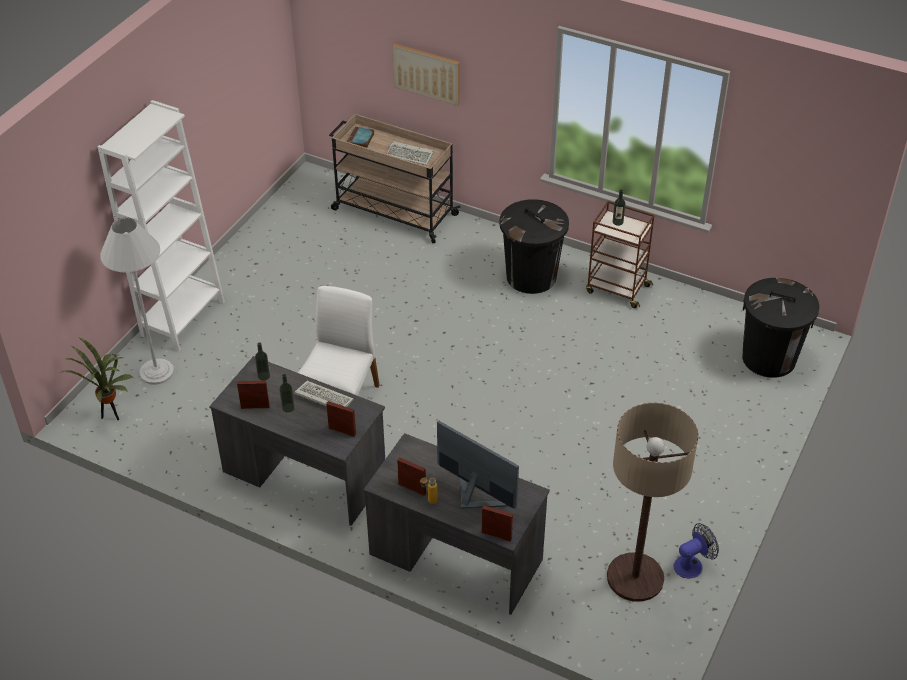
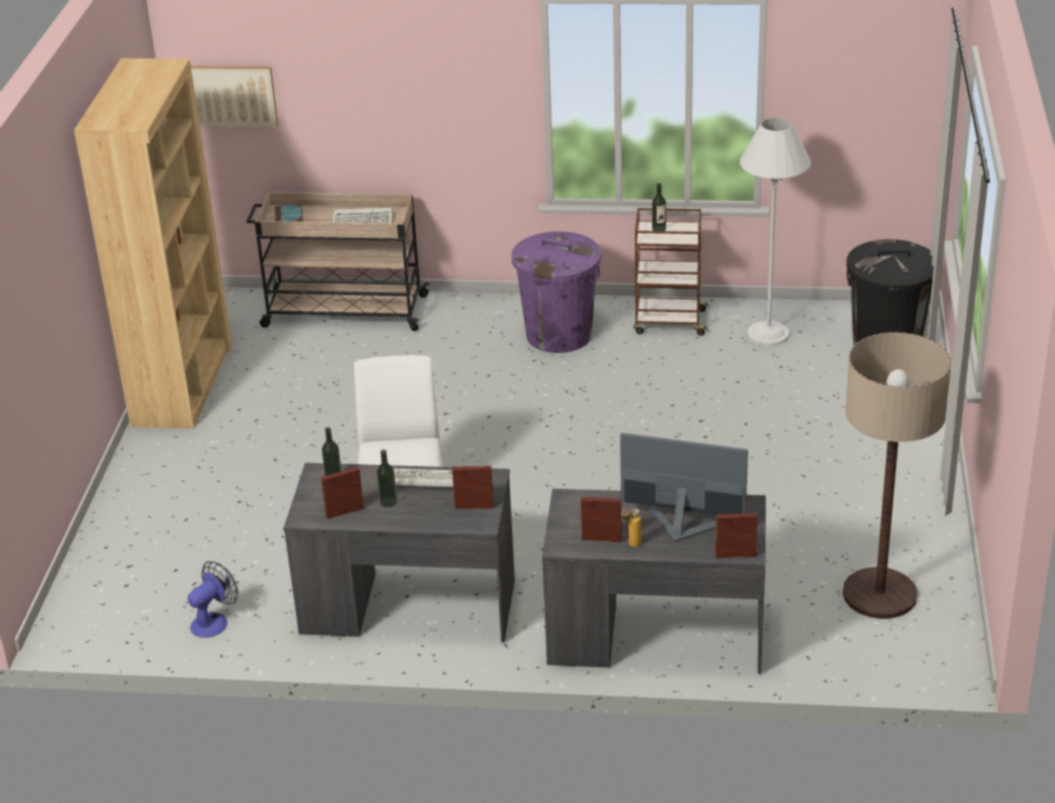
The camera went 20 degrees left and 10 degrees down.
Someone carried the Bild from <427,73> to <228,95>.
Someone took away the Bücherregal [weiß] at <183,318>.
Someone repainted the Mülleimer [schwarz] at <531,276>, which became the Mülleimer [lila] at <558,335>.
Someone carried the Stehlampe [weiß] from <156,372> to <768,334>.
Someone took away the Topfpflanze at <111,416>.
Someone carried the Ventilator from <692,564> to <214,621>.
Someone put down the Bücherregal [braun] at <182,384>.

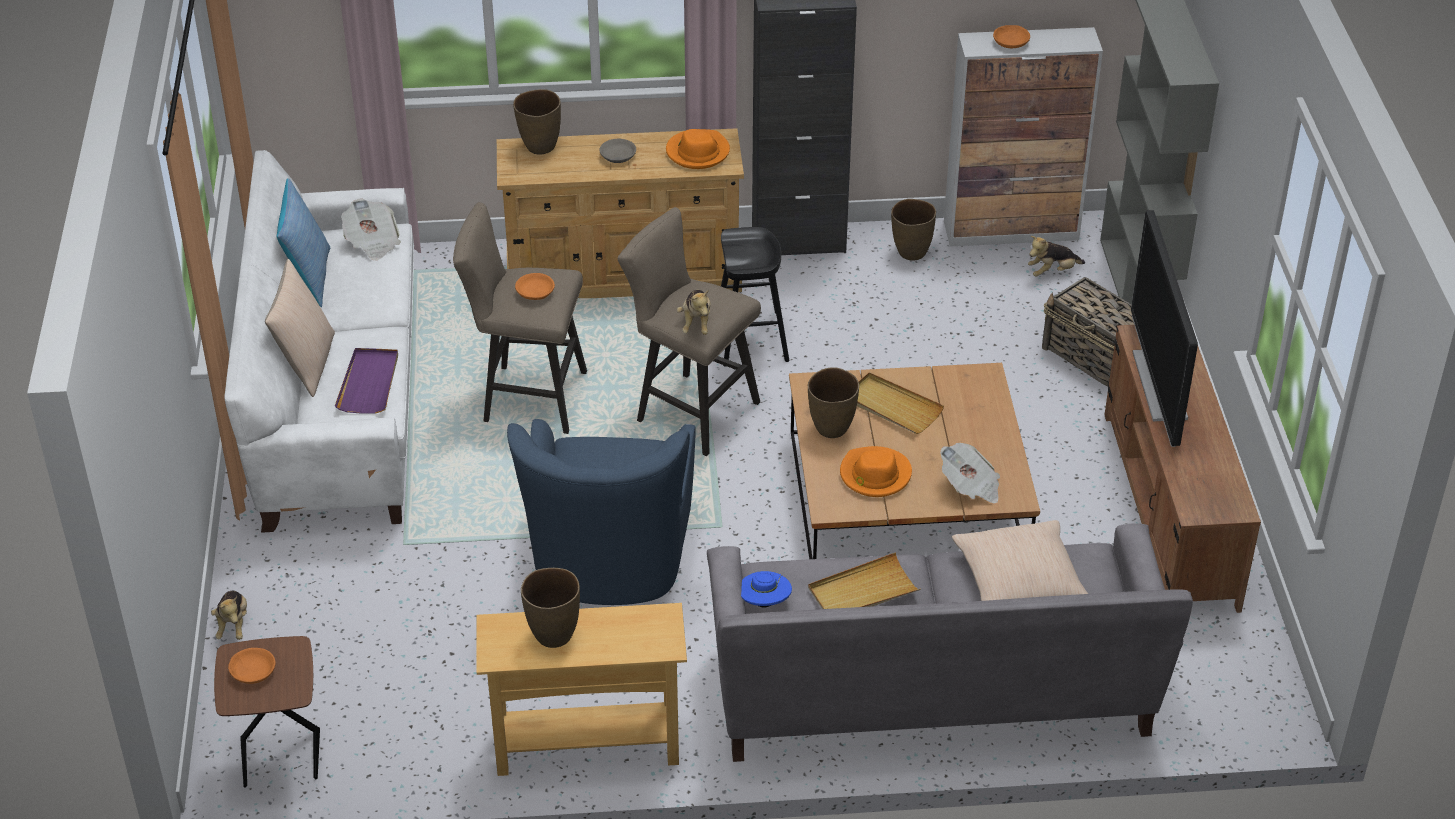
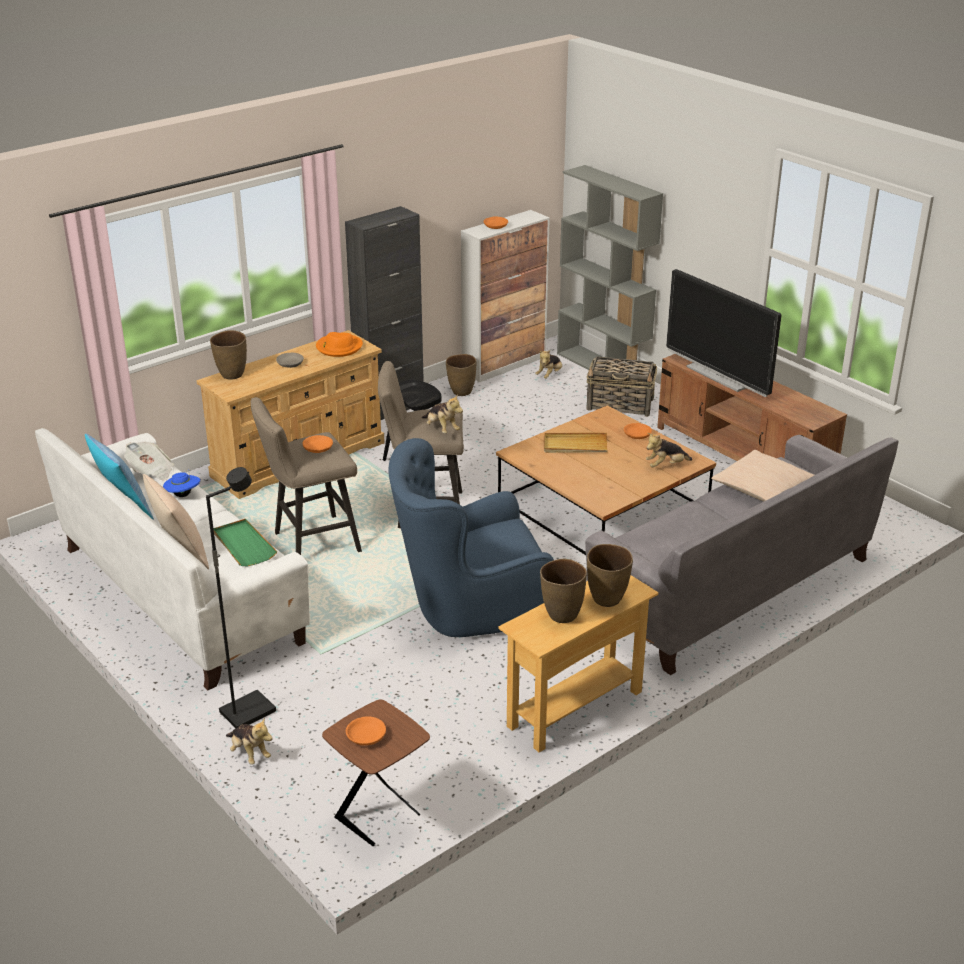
The camera went 35 degrees left and 10 degrees down.
Someone repainted the Tablett [lila] at <369,383>, which became the Tablett [grün] at <243,545>.
Someone carried the Vase [braun] from <832,429> to <607,599>.
Someone rotated the Sessel [blau] at <609,562> by 105 degrees clockwise.
Someone swapped the Zeitung at <970,486> for the Plüschtier at <666,465>.
Someone took away the Hut [orange] at <874,475>.
Someone took away the Tablett [beige] at <862,591>.
Someone carried the Hut [blau] from <764,602> to <183,495>.
Someone put down the Schüssel [orange] at <636,435>.
Someone put down the Stehlampe [schwarz] at <247,711>.

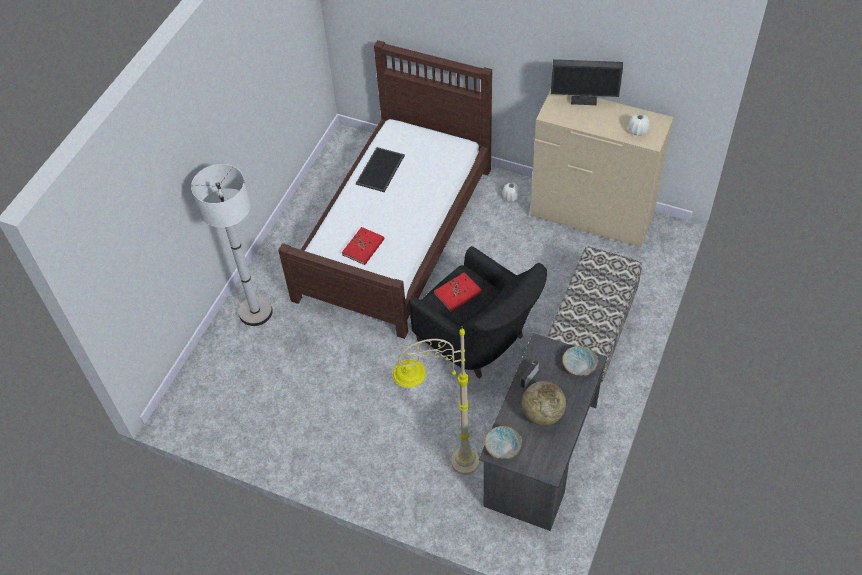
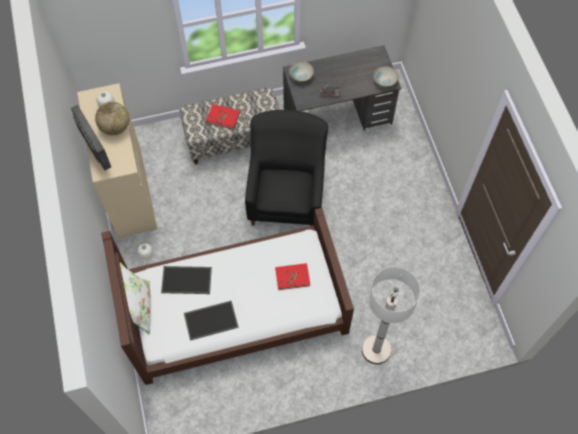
The camera went 130 degrees left and 10 degrees up.
Someone carried the Buch [rot] from <457,293> to <223,117>.
Someone took away the Stehlampe [beige] at <441,467>.
Someone carried the Globus from <542,414> to <115,127>.
Someone put down the Kissen [weiß] at <139,308>.
Someone put down the Tablett at <187,279>.

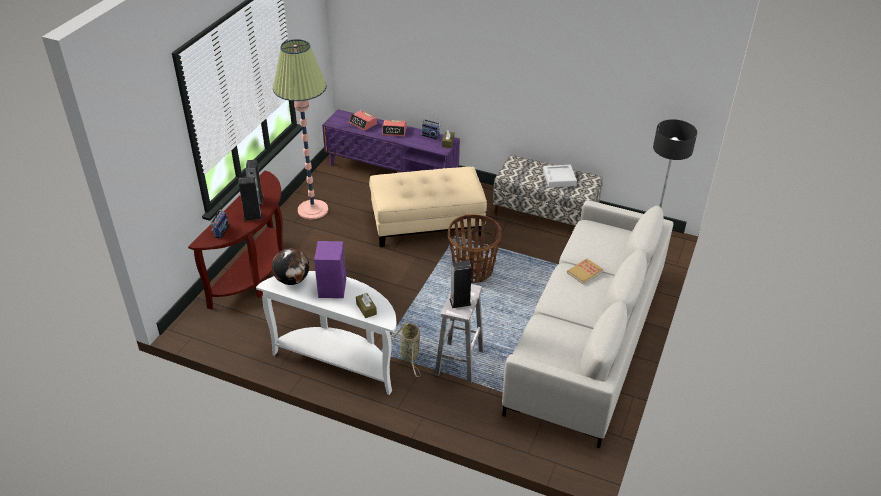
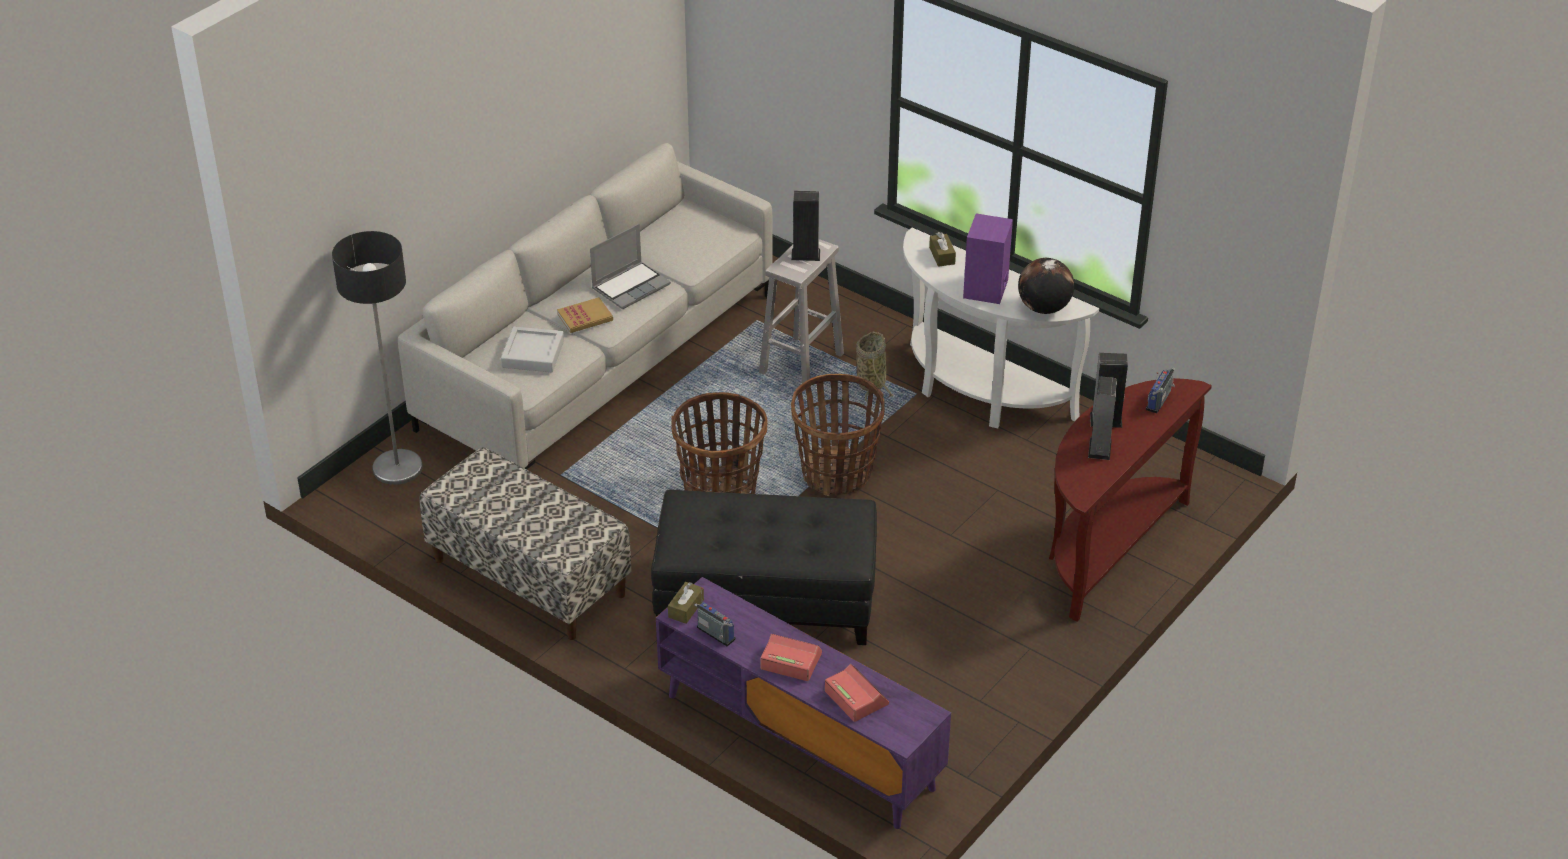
The camera went 165 degrees left and 0 degrees up.
Someone took away the Stehlampe at <313,210>.
Someone carried the Tablett [grau] from <559,178> to <533,354>.
Someone repainted the Polsterhocker [beige] at <427,223>, which became the Polsterhocker [schwarz] at <766,597>.
Someone put down the Laptop at <631,286>.
Someone put down the Korb at <836,473>.

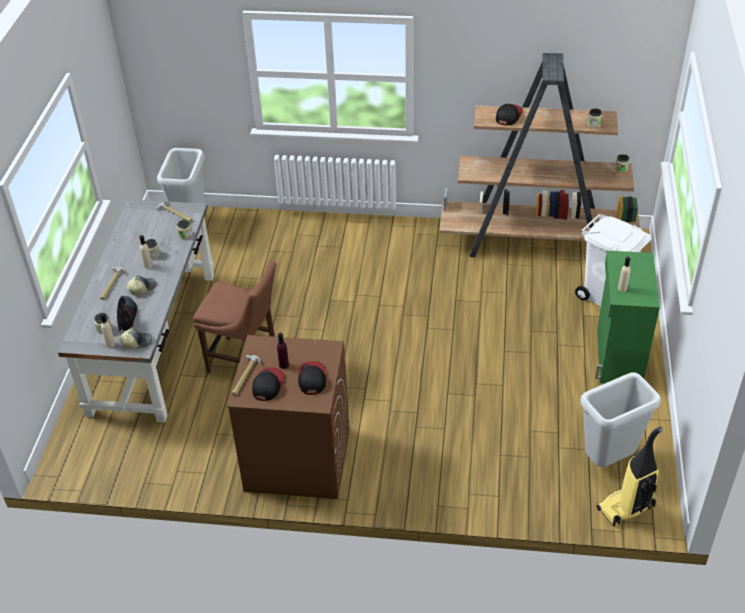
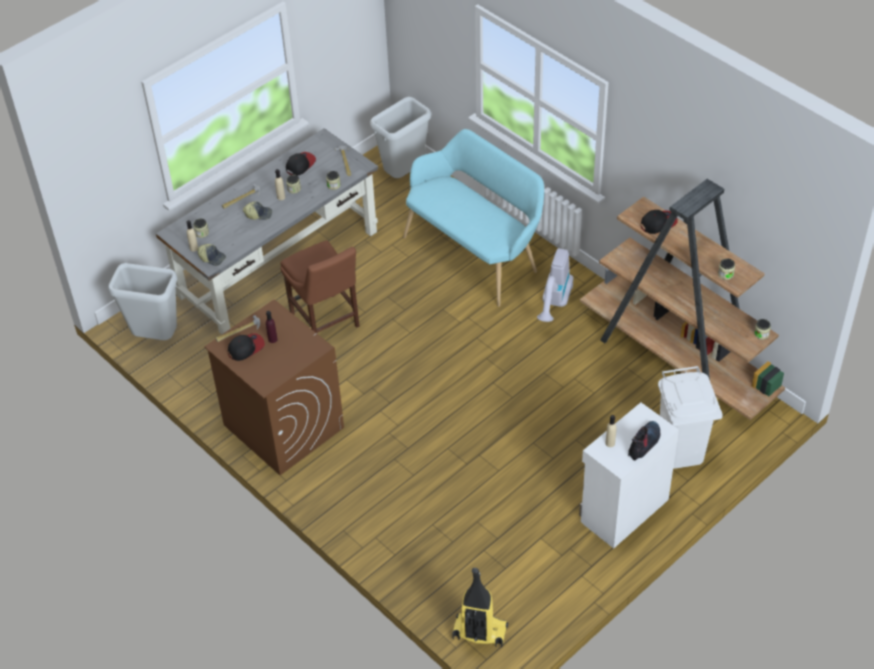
The camera went 40 degrees right and 5 degrees up.
Someone repainted the Schrank [grün] at <617,357>, which became the Schrank [weiß] at <623,510>.
Someone carried the Stiefel from <127,317> to <644,444>.
Someone carried the Kappe from <312,379> to <300,165>.
Someone carried the Mülleimer [grau] from <608,461> to <155,338>.
Someone put down the Bank [türkis] at <475,253>.
Someone put down the Staubsauger at <554,304>.

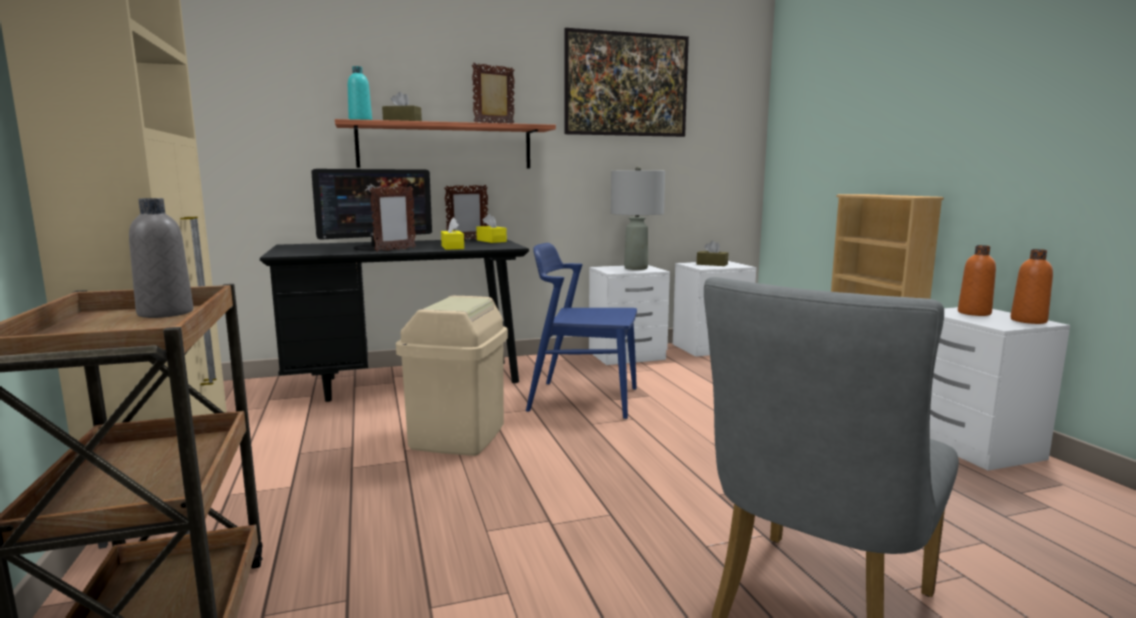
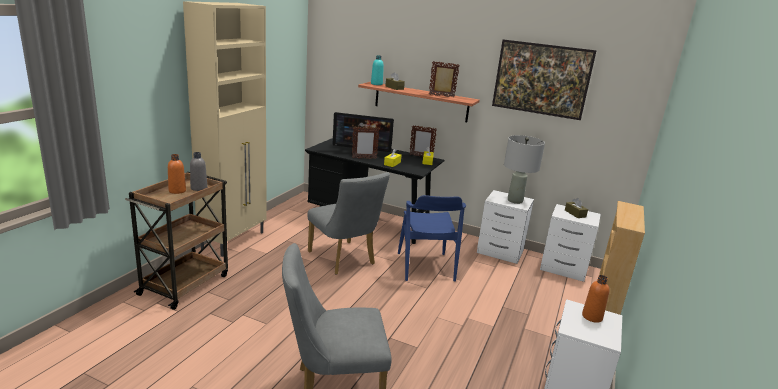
The camera went 40 degrees right and 10 degrees up.
Someone rotated the Stuhl [blau] at <583,399> by 150 degrees counterclockwise.
Someone carried the Flasche [orange] from <1028,321> to <177,191>.
Someone swapped the Mülleimer [beige] at <458,437> for the Stuhl [grau] at <344,260>.

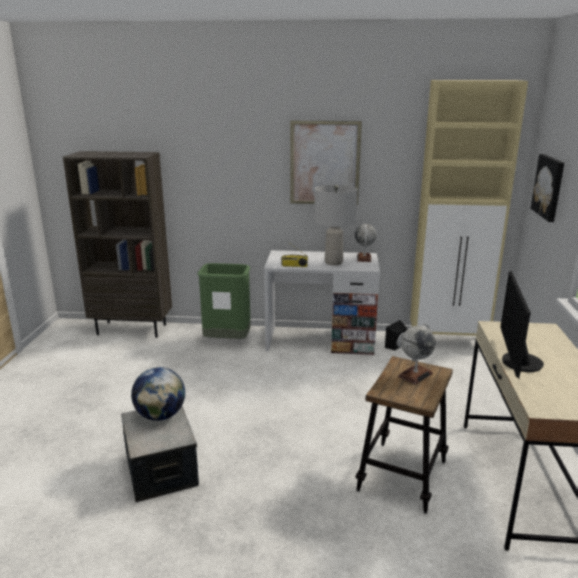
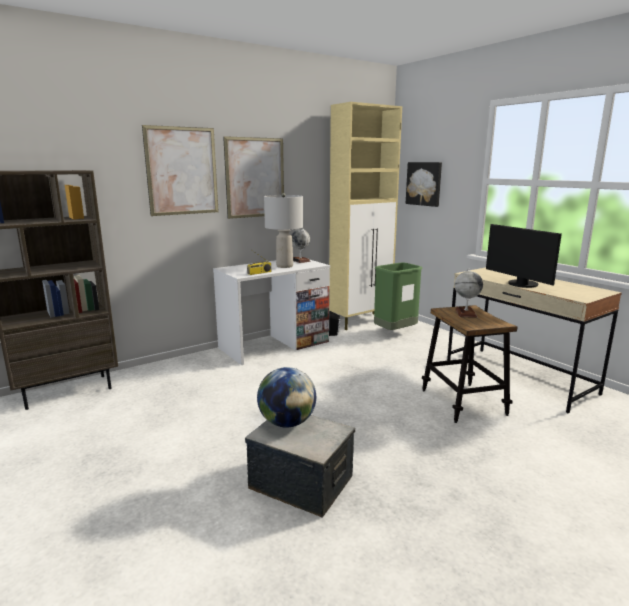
The camera went 40 degrees left and 5 degrees down.
Someone carried the Mülleimer [grün] from <227,341> to <395,333>.
Someone put up the Bild at <182,171>.

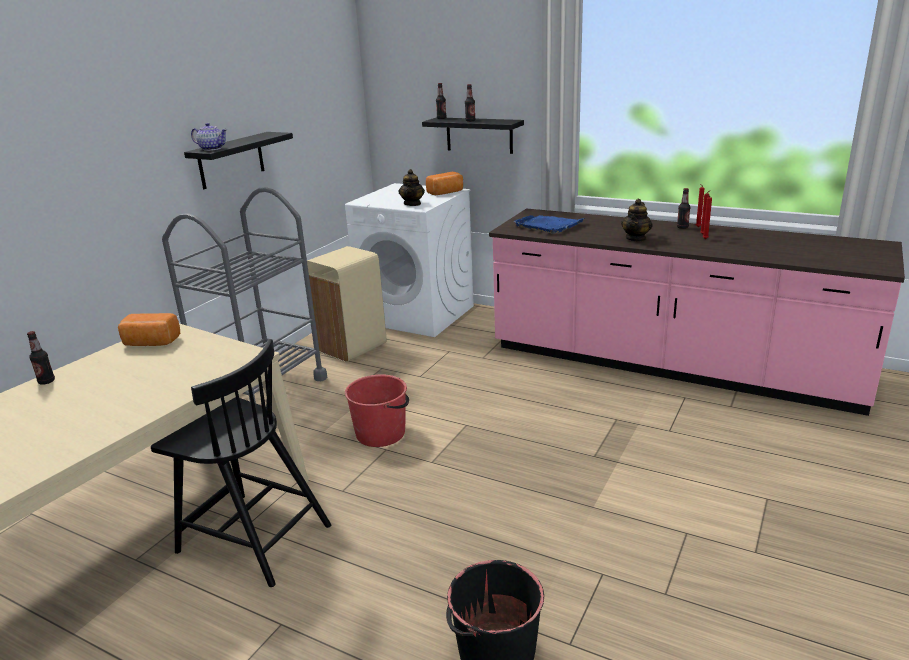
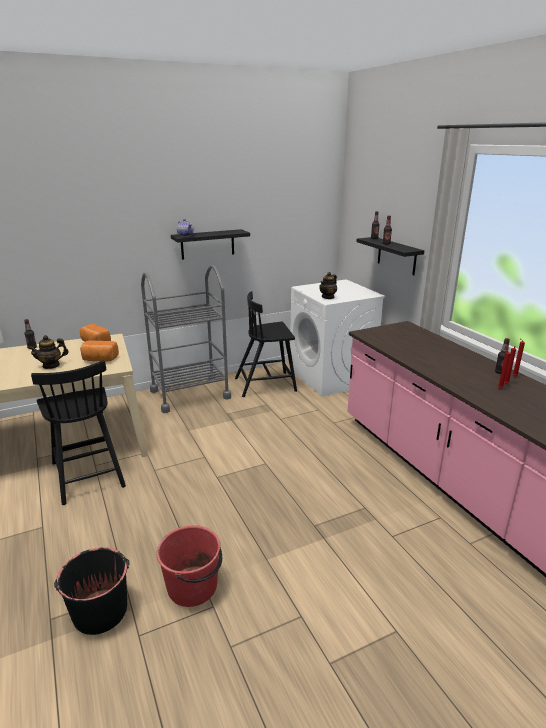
The camera went 35 degrees right and 0 degrees up.
Someone carried the Brot from <446,193> to <99,359>.
Someone carried the Teekanne from <636,238> to <51,365>.
Someone took away the Tablett [blau] at <548,225>.
Someone swapped the Mülleimer [beige] at <351,347> for the Stuhl [schwarz] at <266,384>.
Someone carried the Eimer [rot] from <381,433> to <193,586>.

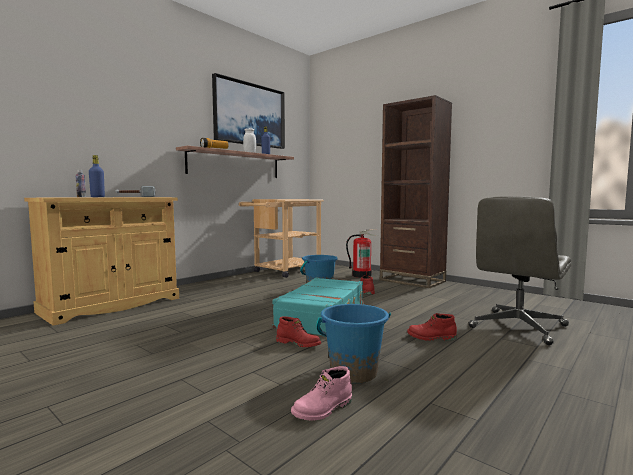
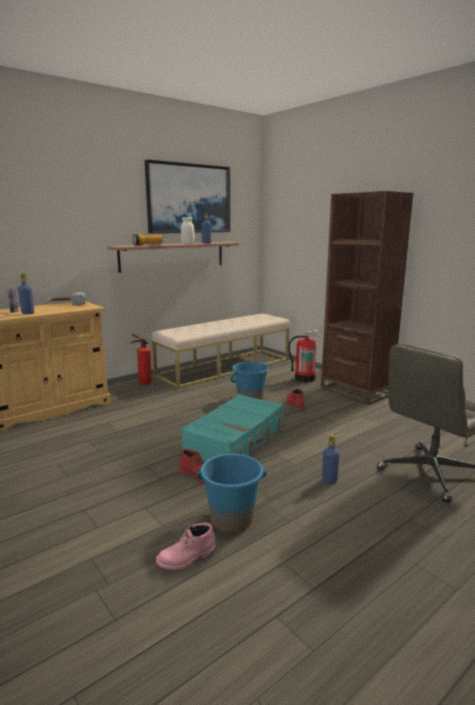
The camera went 10 degrees right and 10 degrees up.
Someone swapped the Rollwagen [beige] at <283,271> for the Bank [beige] at <225,367>.
Someone swapped the Stiefel [rot] at <431,337> for the Flasche [blau] at <329,480>.
Someone put down the Feuerlöscher at <143,383>.

